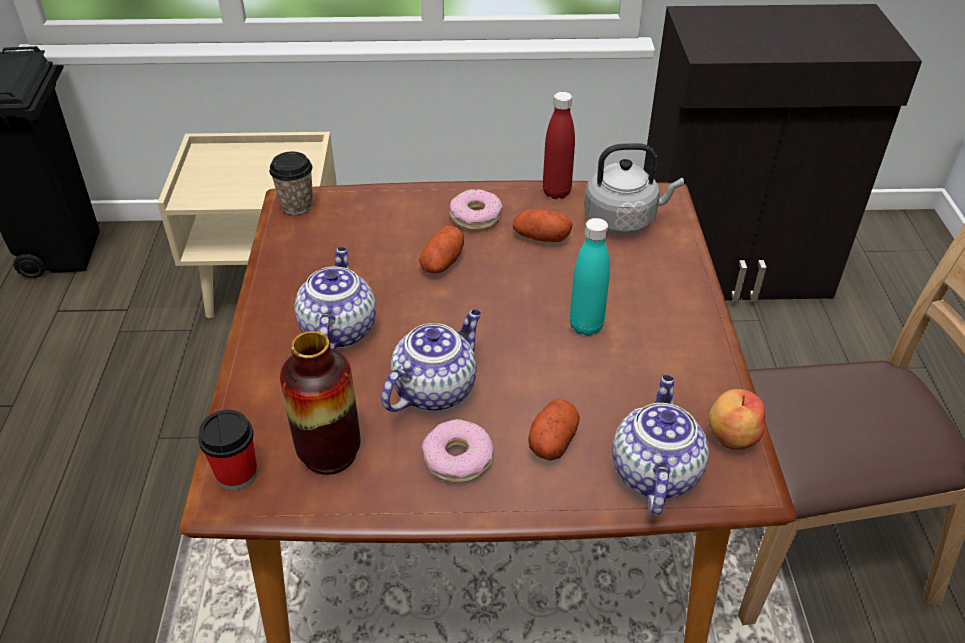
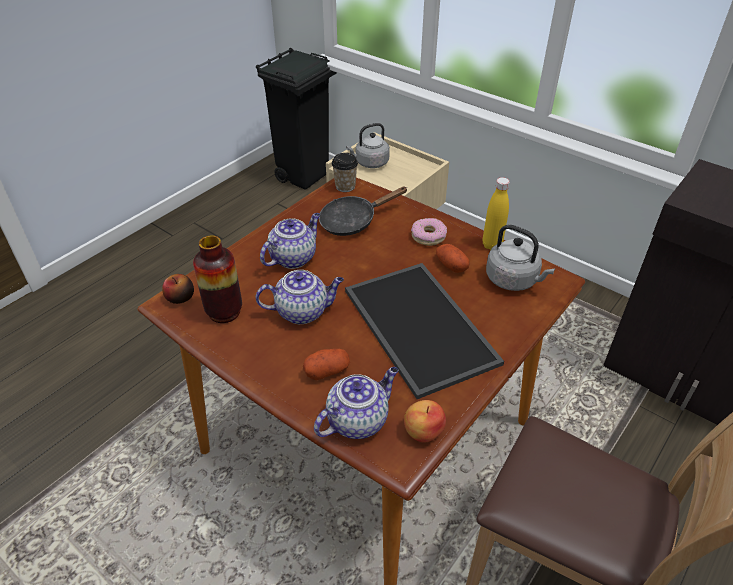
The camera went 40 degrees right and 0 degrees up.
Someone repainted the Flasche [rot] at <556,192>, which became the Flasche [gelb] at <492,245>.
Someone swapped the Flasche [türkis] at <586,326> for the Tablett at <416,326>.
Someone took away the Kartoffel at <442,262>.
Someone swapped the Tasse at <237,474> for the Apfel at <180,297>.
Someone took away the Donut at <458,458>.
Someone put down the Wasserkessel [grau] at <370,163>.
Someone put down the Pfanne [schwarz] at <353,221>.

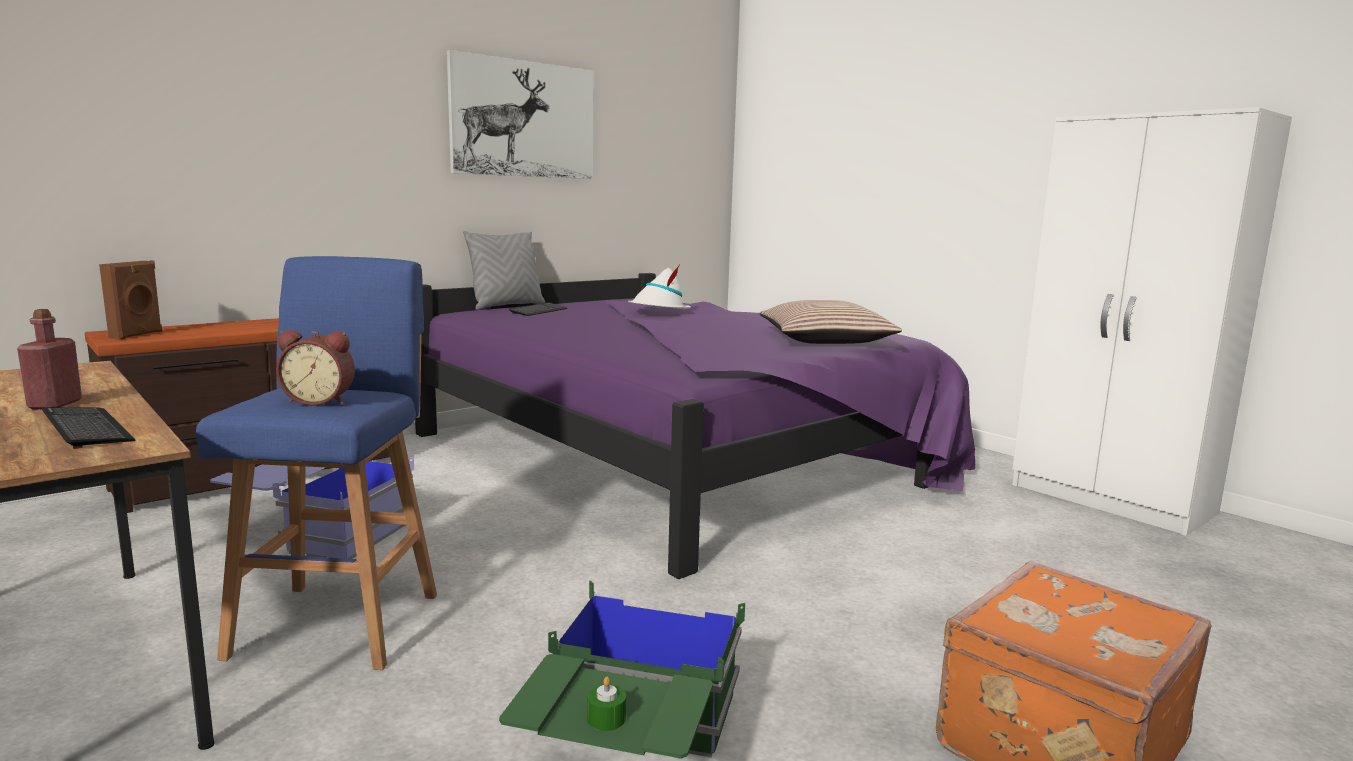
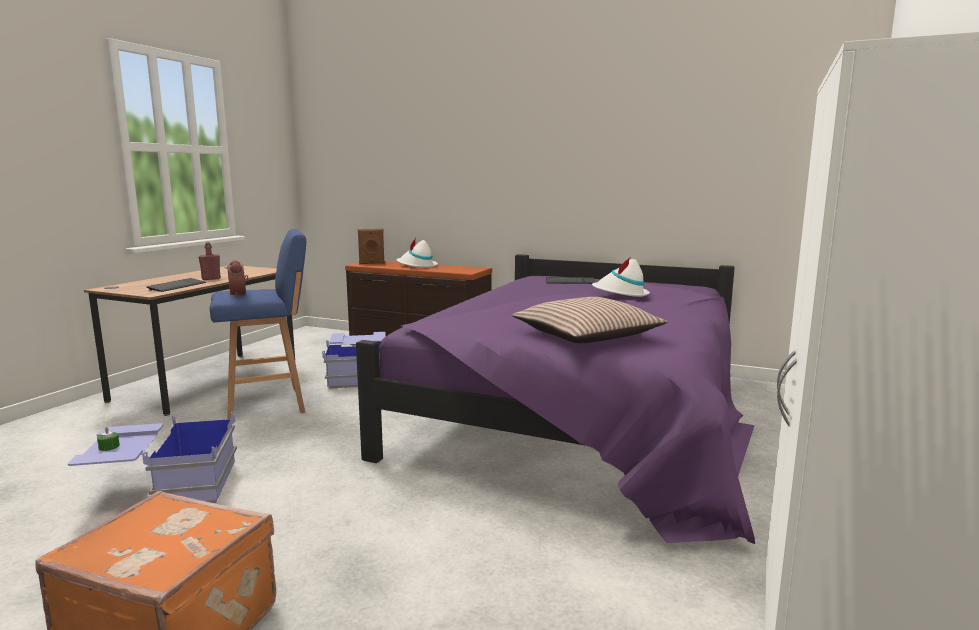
The camera went 65 degrees right and 0 degrees up.
Someone took away the Bild at <523,119>.
Someone took away the Kissen [grau] at <506,306>.
Someone repainted the Aufbewahrungsbox [grün] at <630,751>, which became the Aufbewahrungsbox [blau] at <163,487>.
Someone put down the Hut [weiß] at <417,266>.

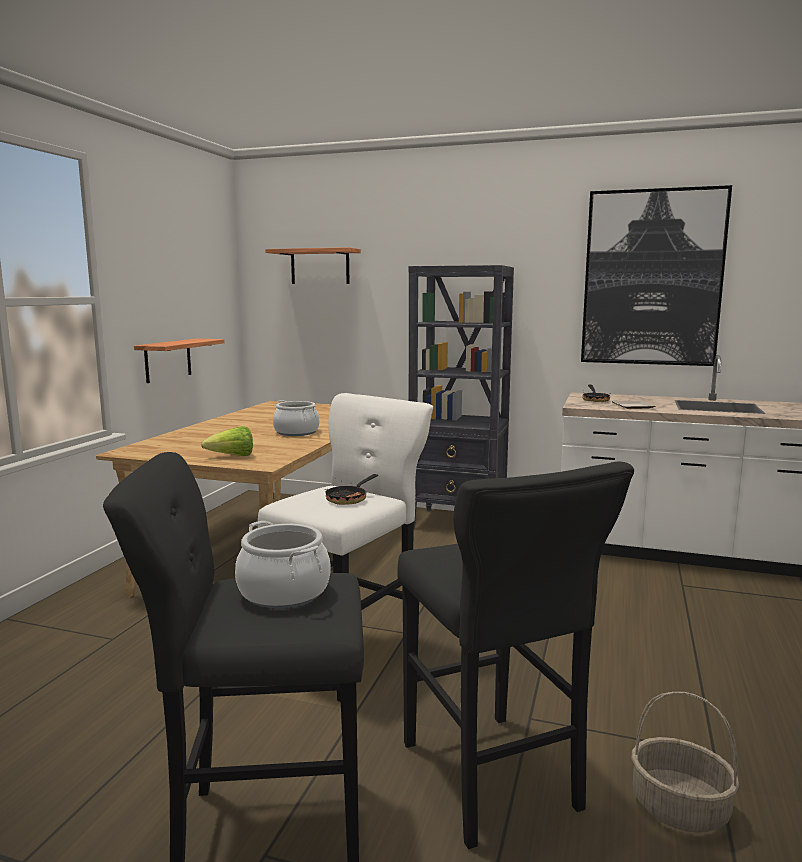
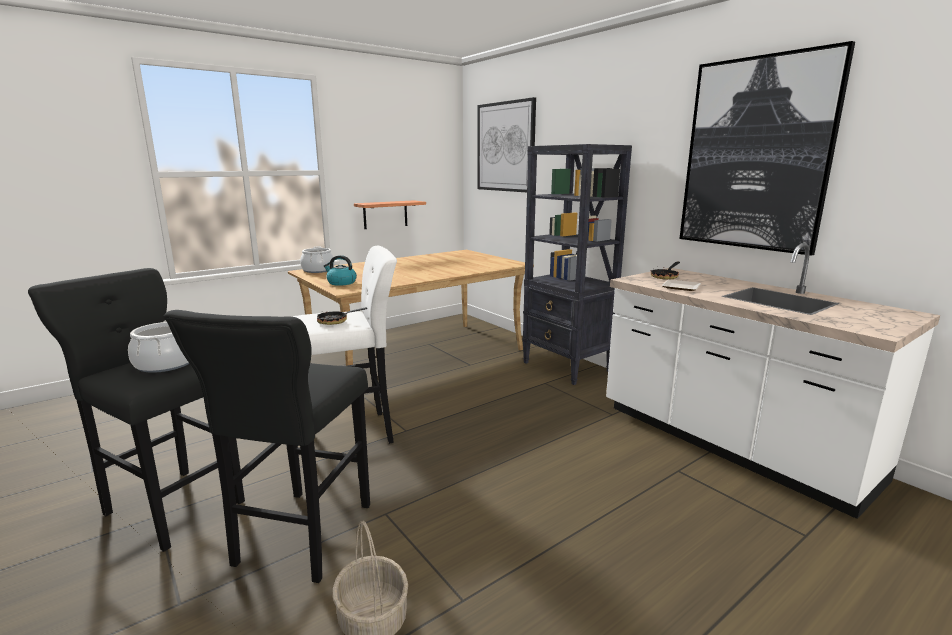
The camera went 35 degrees right and 5 degrees up.
Someone swapped the Wandregal at <320,267> for the Bild at <505,147>.
Someone carried the Kochtopf from <296,432> to <318,270>.
Someone swapped the Salatkopf at <232,457> for the Wasserkessel at <341,283>.

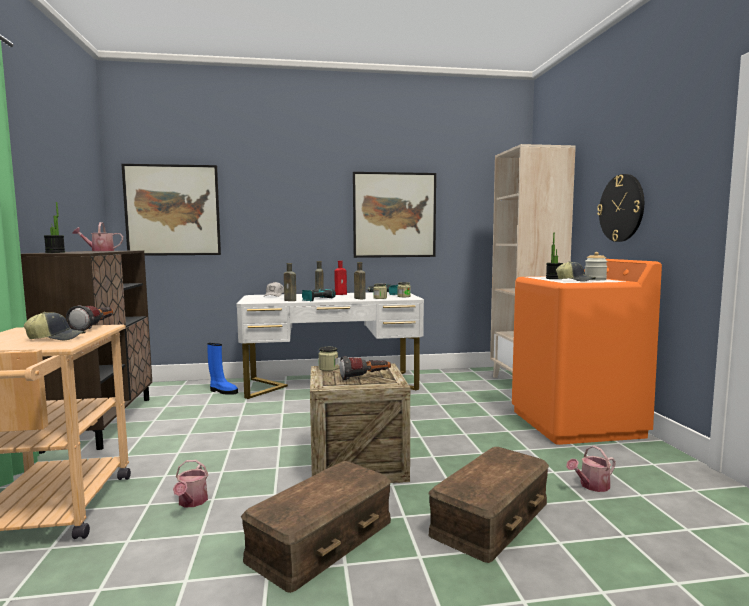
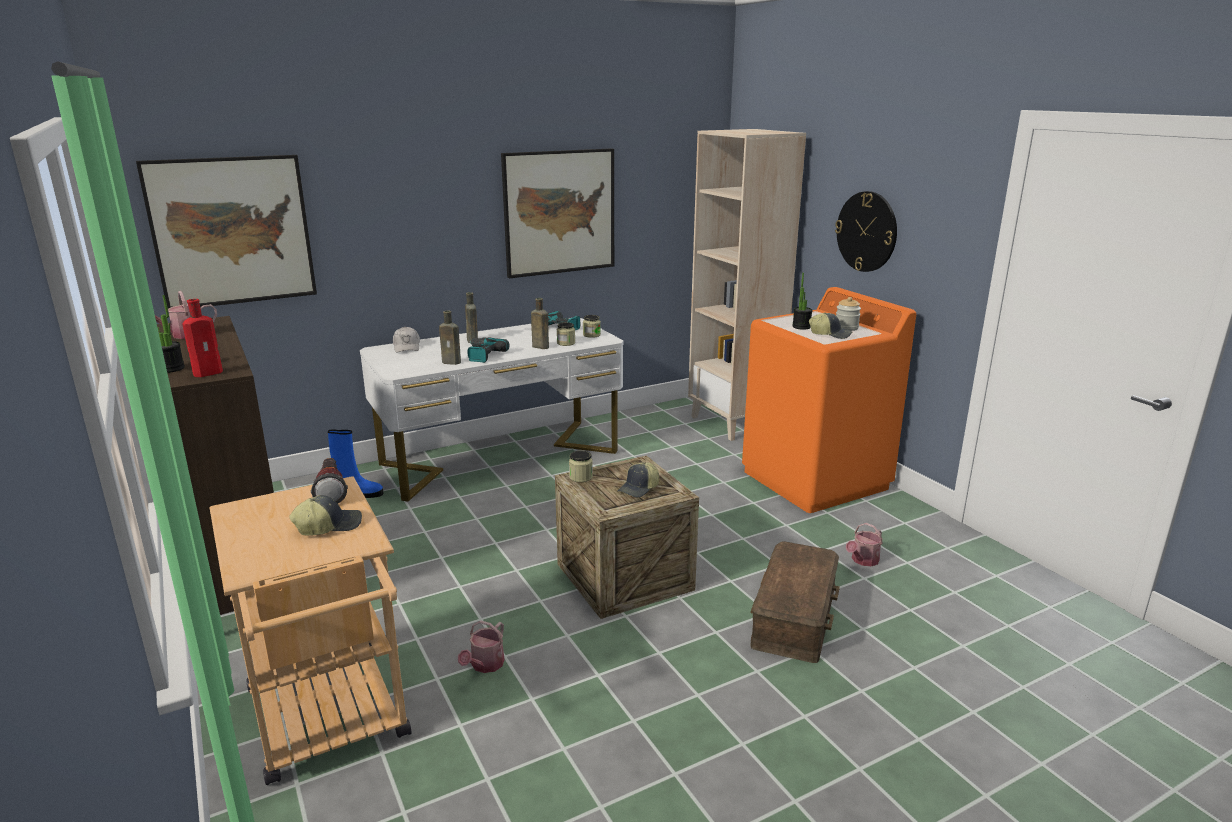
The camera went 20 degrees left and 15 degrees up.
Someone carried the Flasche [rot] from <341,294> to <210,372>.
Someone swapped the Taschenlampe at <365,378> for the Kappe at <639,489>.
Someone rotated the Gießkanne at <191,502> by 45 degrees clockwise.
Someone took away the Aufbewahrungsbox [braun] at <322,540>.

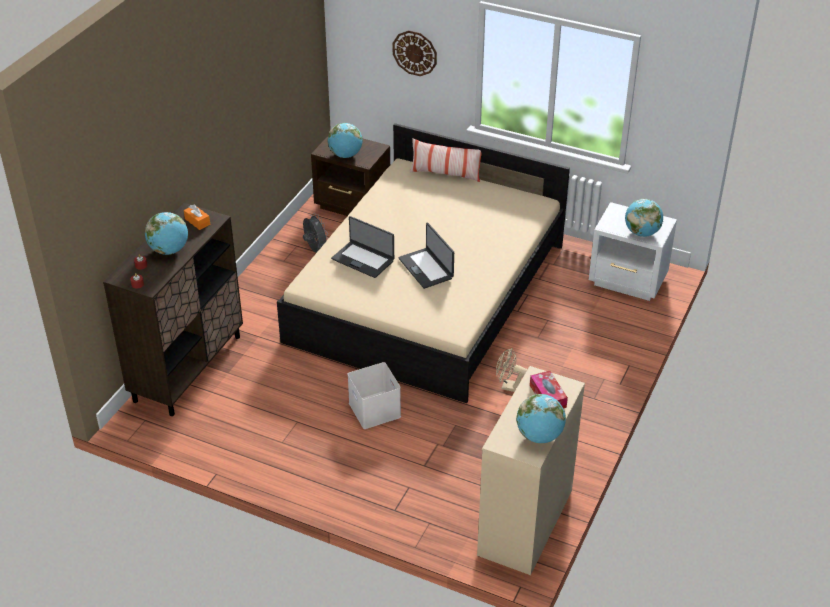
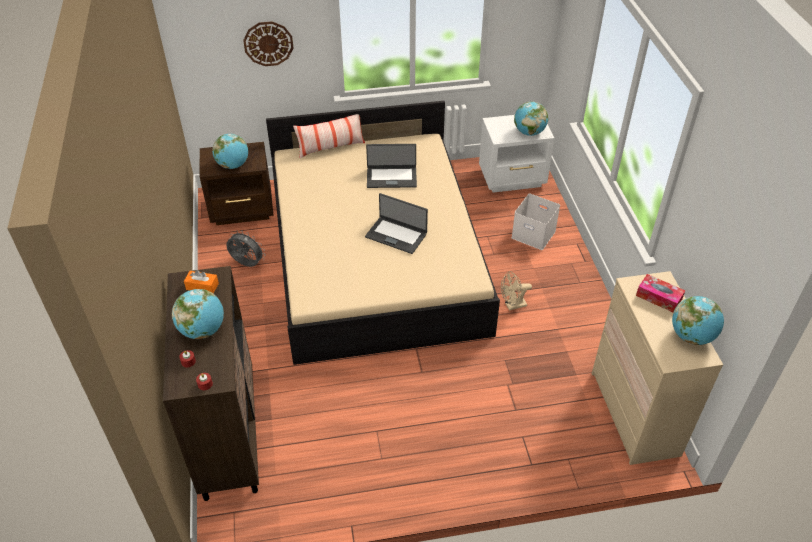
The camera went 35 degrees left and 5 degrees up.
Someone carried the Laptop from <363,259> to <391,177>.
Someone carried the Aufbewahrungsbox [weiß] from <376,410> to <534,234>.

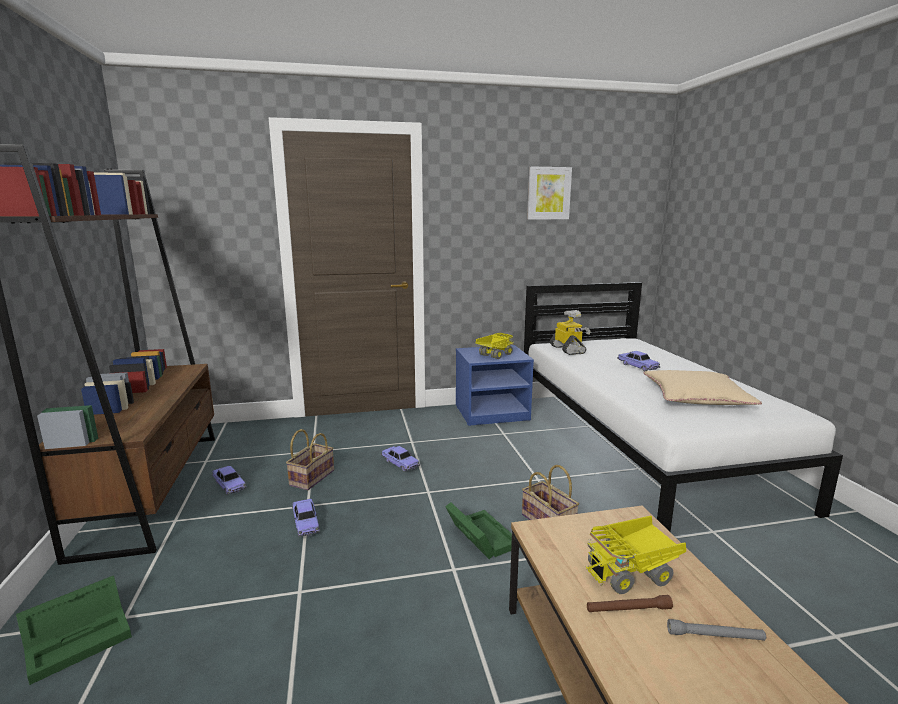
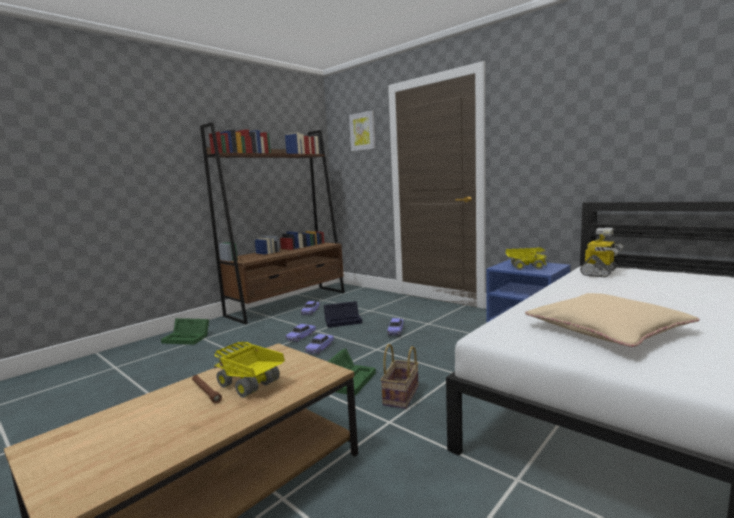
The camera went 55 degrees right and 5 degrees down.
Someone carried the Bild from <548,193> to <362,131>.
Someone carried the Spielzeugauto from <637,366> to <320,348>.
Someone swapped the Korb at <312,477> for the Aufbewahrungsbox [schwarz] at <344,321>.
Someone took away the Taschenlampe [grau] at <715,636>.

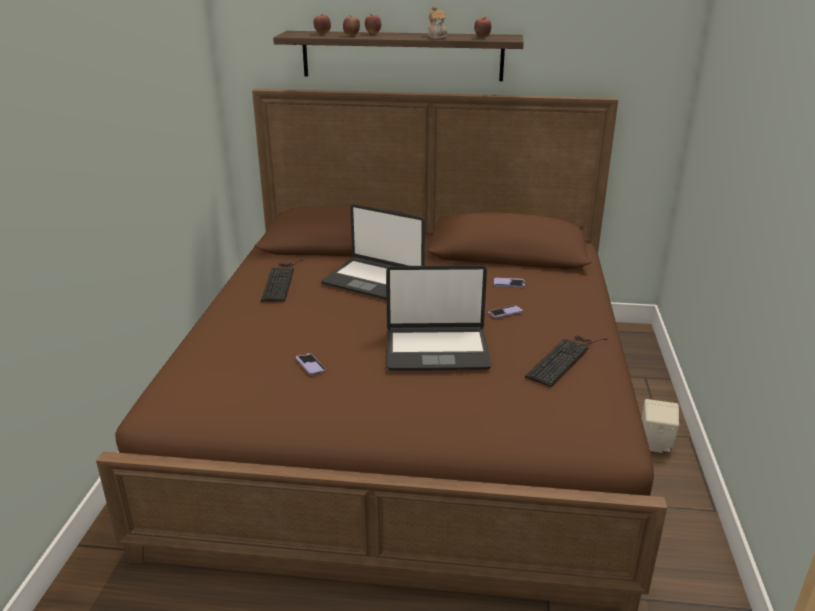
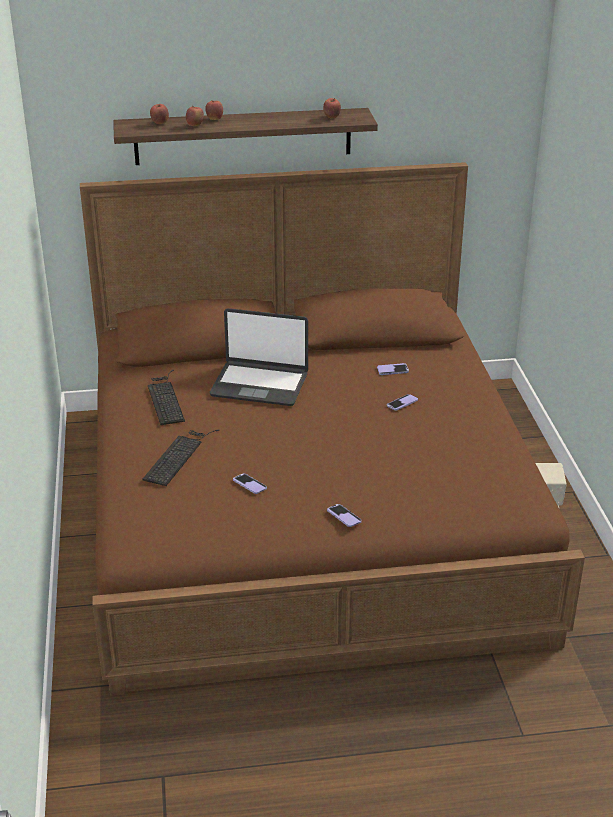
The camera went 15 degrees left and 5 degrees up.
Someone took away the Teekanne at <437,36>.
Someone took away the Laptop at <437,350>.
Someone carried the Tastatur from <564,358> to <178,456>.
Someone put down the Handy at <344,516>.

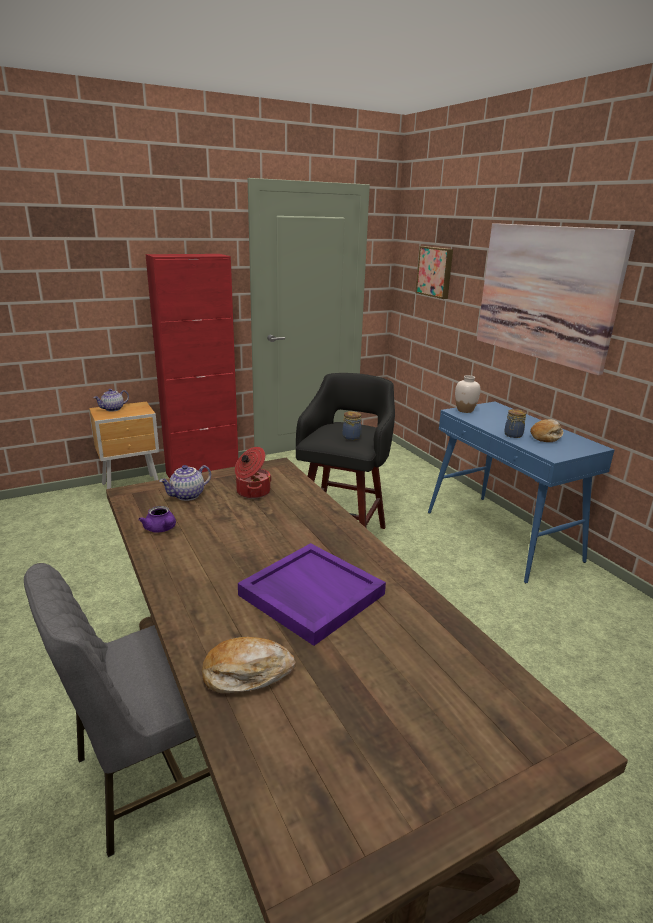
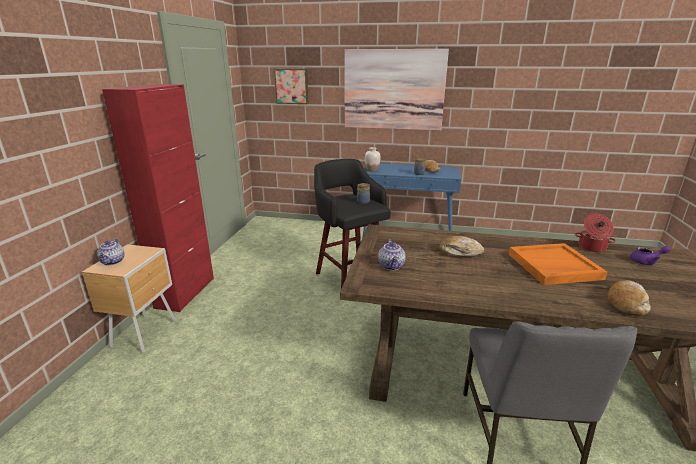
The camera went 50 degrees left and 0 degrees up.
Someone carried the Kochtopf from <252,492> to <592,248>.
Someone carried the Teekanne [lila] from <161,529> to <646,262>.
Someone repainted the Tablett [lila] at <310,594>, which became the Tablett [orange] at <553,266>.
Someone put down the Brot at <459,252>.

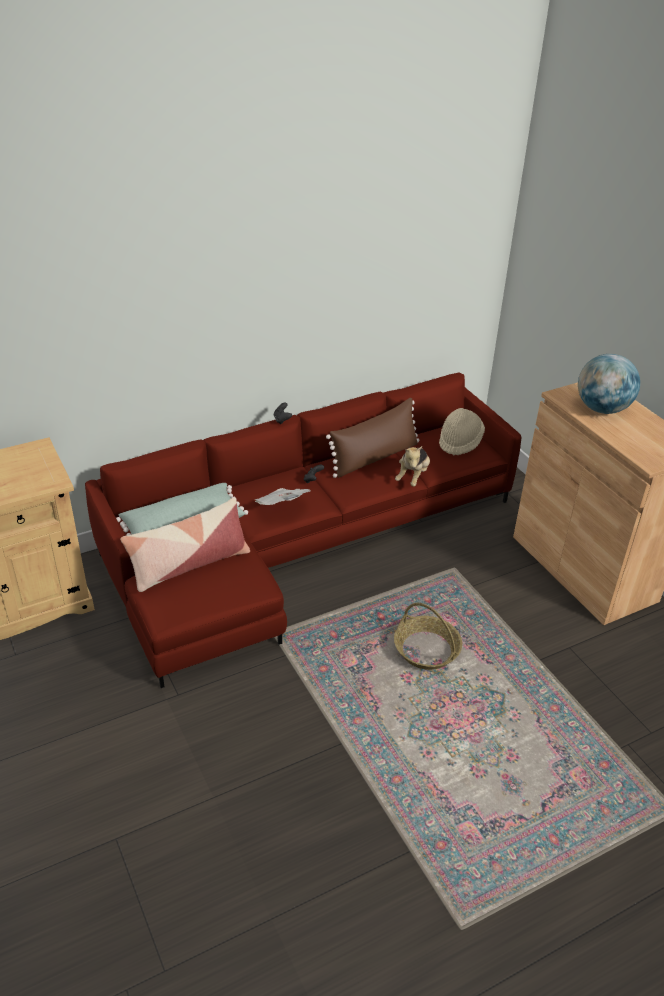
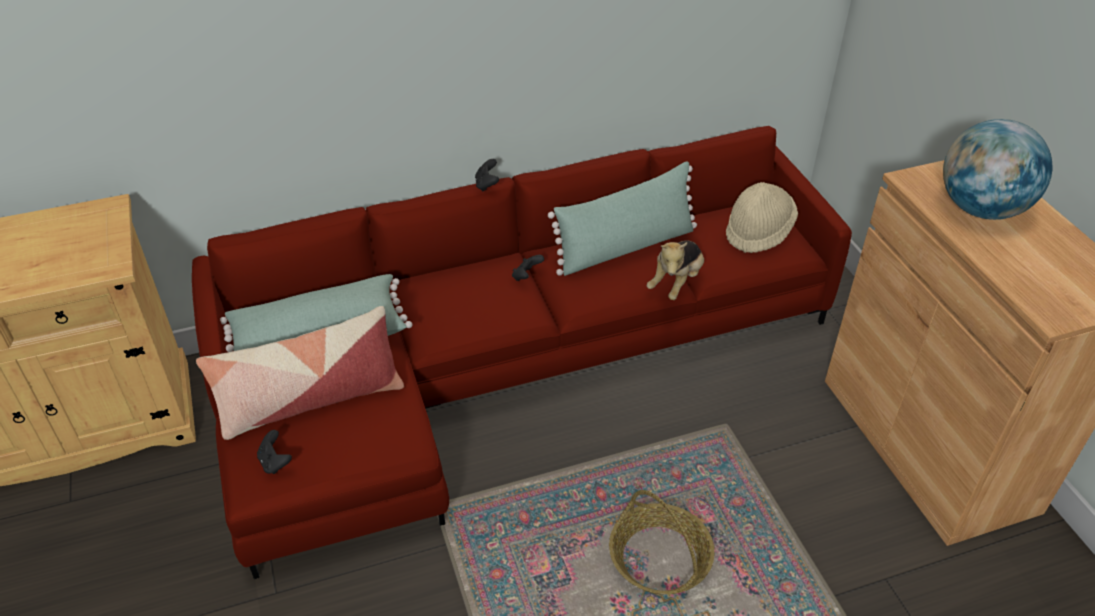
The camera went 10 degrees right and 5 degrees up.
Someone repainted the Kissen [braun] at <375,457>, which became the Kissen [grün] at <625,247>.
Someone took away the Zeitung at <282,507>.
Someone put down the Gamepad [schwarz] at <275,462>.

